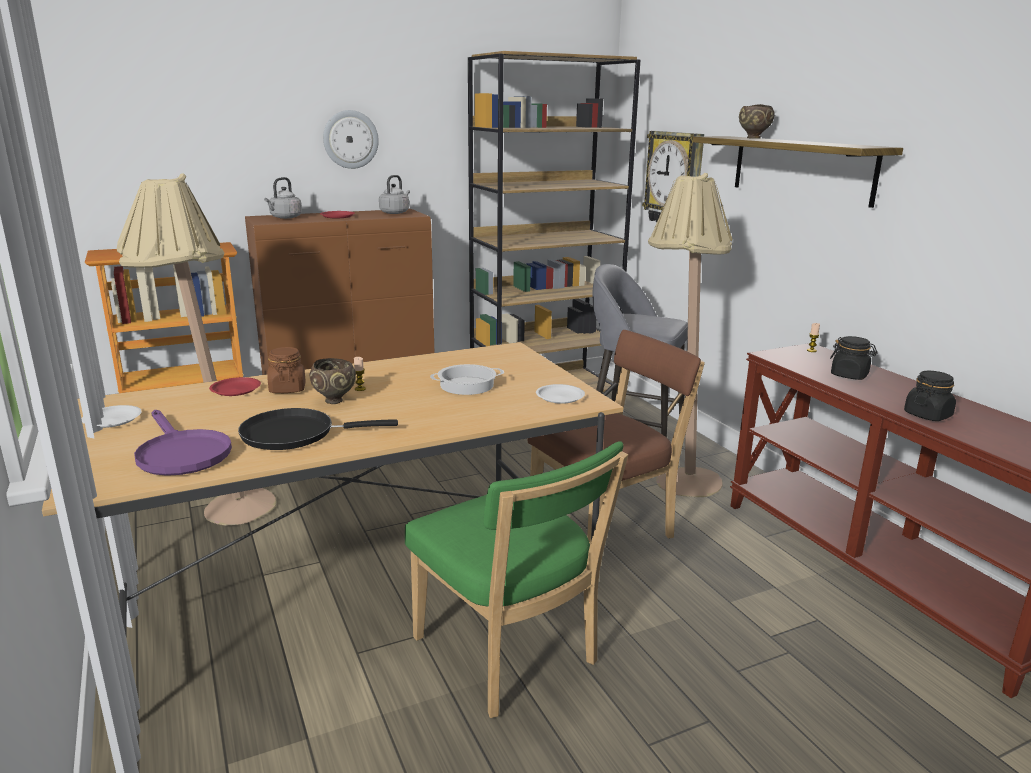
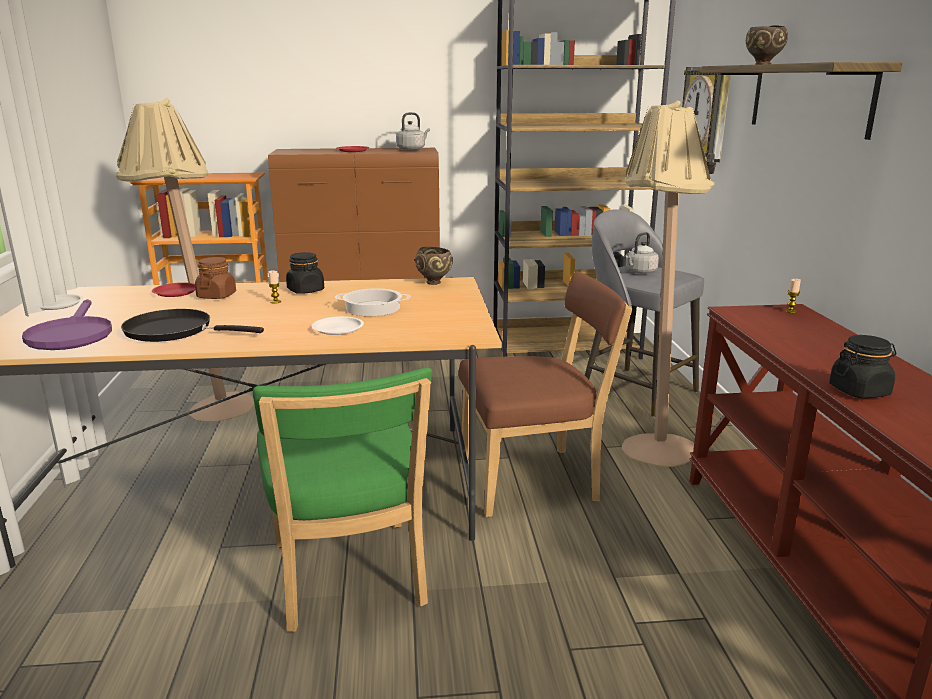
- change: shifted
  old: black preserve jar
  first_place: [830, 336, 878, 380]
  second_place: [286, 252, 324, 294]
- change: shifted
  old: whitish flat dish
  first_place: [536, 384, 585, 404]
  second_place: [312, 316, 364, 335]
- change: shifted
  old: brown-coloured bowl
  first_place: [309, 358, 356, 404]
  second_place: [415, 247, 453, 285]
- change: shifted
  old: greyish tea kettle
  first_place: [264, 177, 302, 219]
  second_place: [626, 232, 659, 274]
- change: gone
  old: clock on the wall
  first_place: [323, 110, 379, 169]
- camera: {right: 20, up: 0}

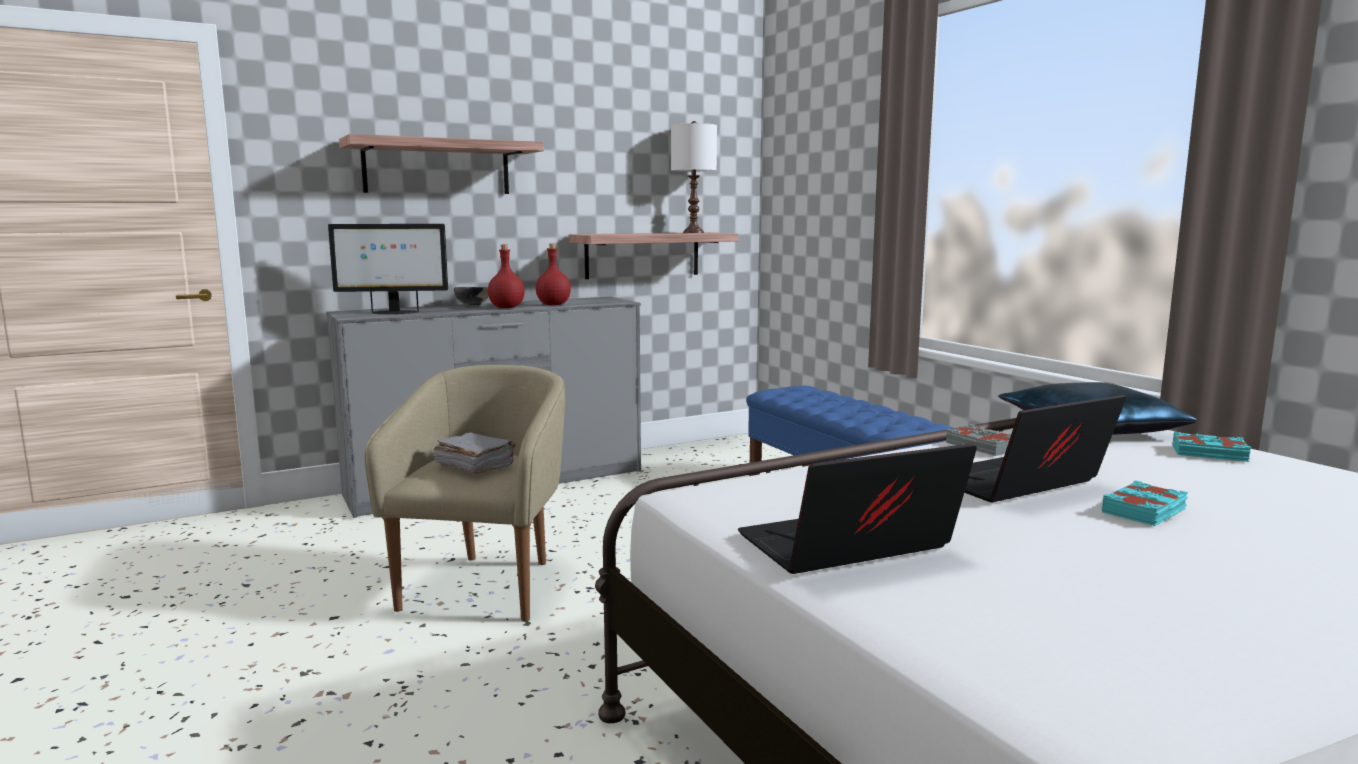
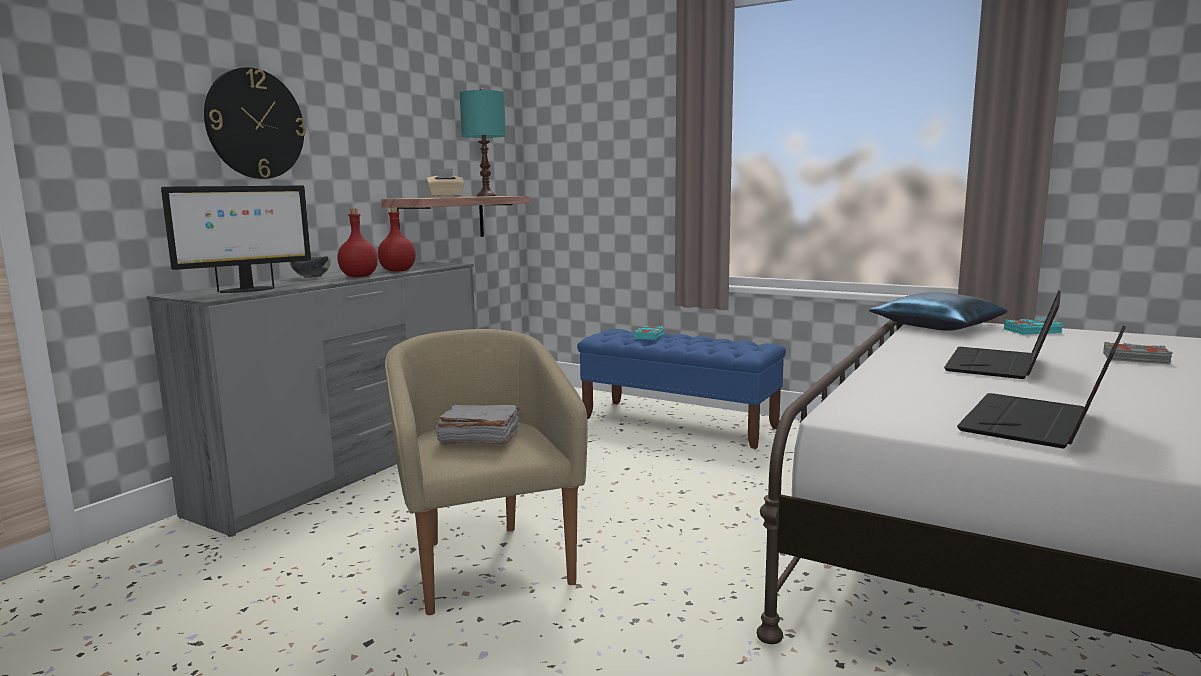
- change: swapped
  old: shelf
  new: clock on the wall
  first_place: [339, 134, 544, 194]
  second_place: [204, 67, 306, 179]
- change: new
  new: beige-coloured tissue box
  second_place: [426, 168, 465, 198]
- change: repainted
  old: whitish tabletop lamp
  new: turquoise-coloured tabletop lamp
  first_place: [671, 121, 717, 233]
  second_place: [460, 89, 506, 196]
- change: shifted
  old: turquoise-coloured book
  first_place: [1101, 480, 1188, 526]
  second_place: [634, 325, 664, 340]
- change: shifted
  old: greyish book
  first_place: [946, 424, 1011, 456]
  second_place: [1103, 342, 1173, 364]
- camera: {right: -30, up: 0}

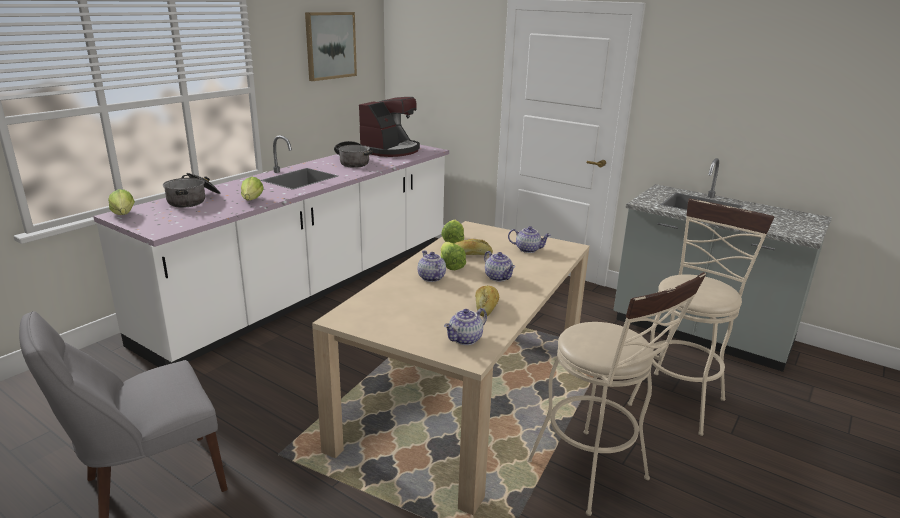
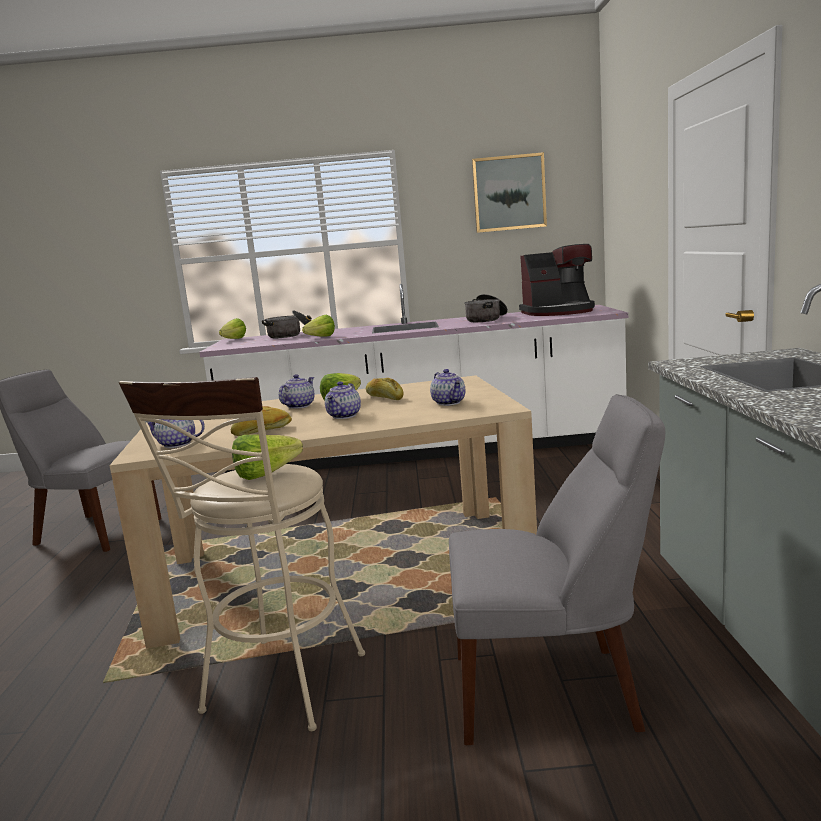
- change: shifted
  old: head of lettuce
  first_place: [441, 220, 464, 244]
  second_place: [232, 434, 303, 480]
- change: swapped
  old: beige-coloured sitting stool
  new: greyish chair
  first_place: [627, 198, 775, 436]
  second_place: [449, 394, 665, 745]
- camera: {right: 55, up: -10}

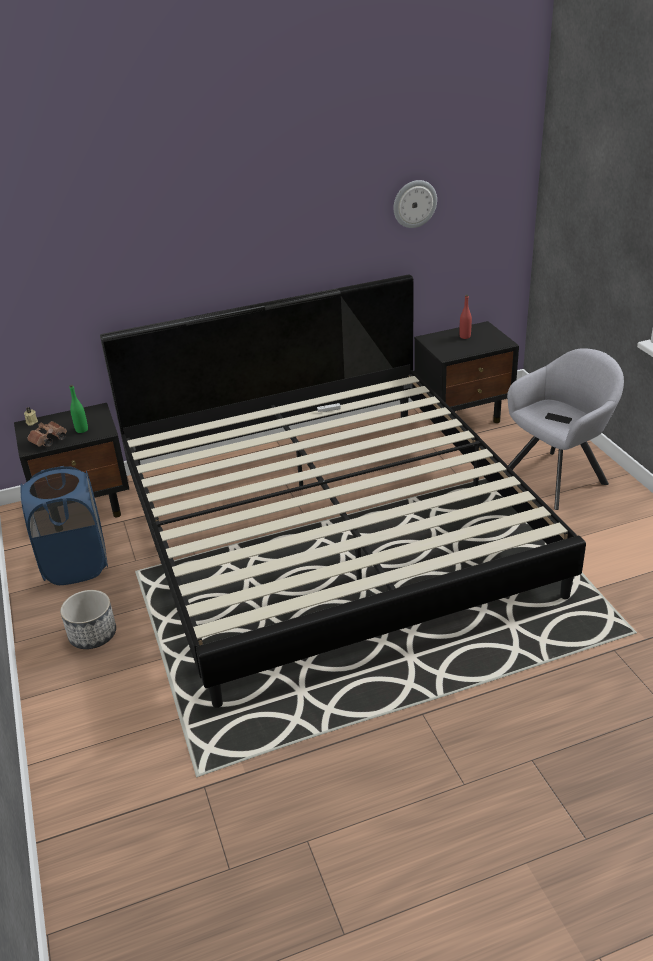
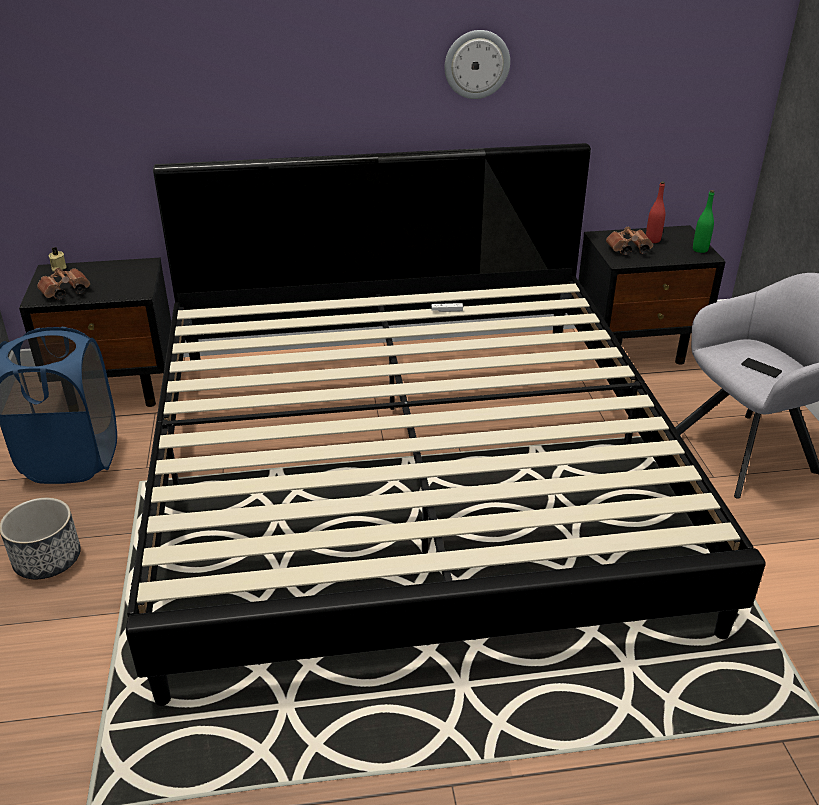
- change: shifted
  old: clock on the wall
  first_place: [394, 180, 437, 228]
  second_place: [444, 30, 510, 99]
- change: new
  new: brown-coloured pair of binoculars
  second_place: [606, 227, 653, 255]
- change: shifted
  old: greenish bottle
  first_place: [70, 385, 88, 433]
  second_place: [693, 190, 714, 253]
- camera: {right: 10, up: 0}

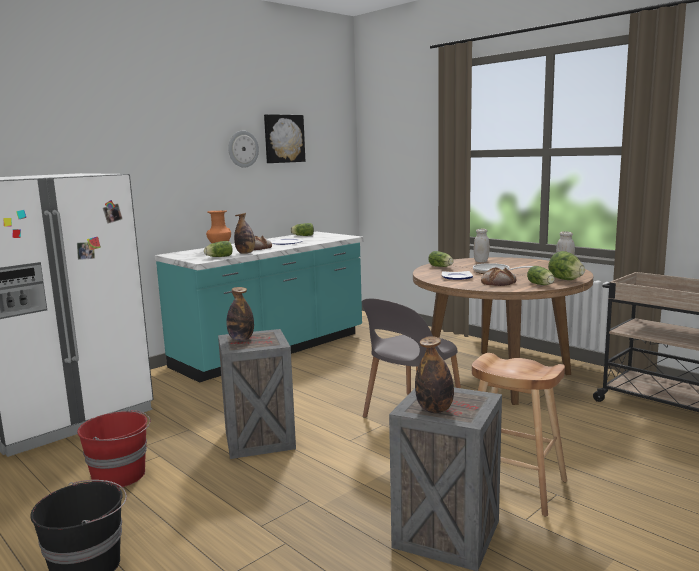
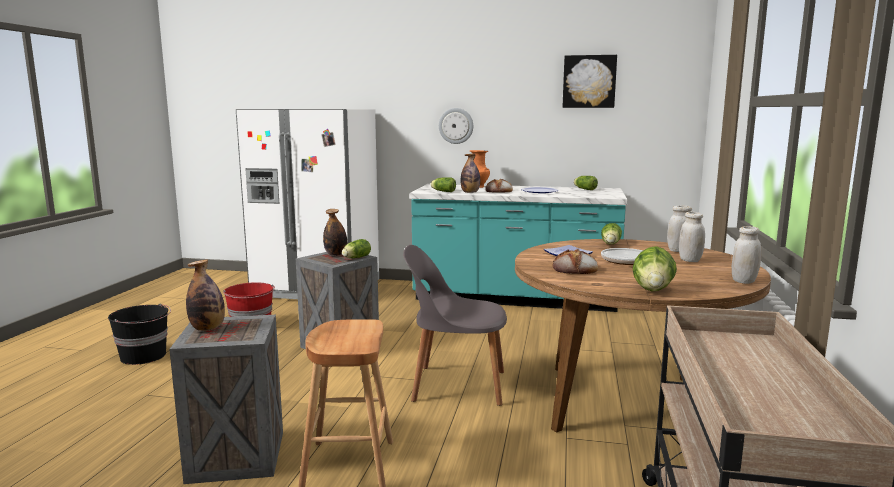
- change: shifted
  old: head of lettuce
  first_place: [527, 266, 555, 285]
  second_place: [342, 239, 371, 258]
- change: shifted
  old: clock on the wall
  first_place: [228, 131, 259, 168]
  second_place: [439, 108, 473, 144]
- change: new
  new: whitish preserve jar
  second_place: [679, 212, 705, 262]
- camera: {right: 55, up: 0}

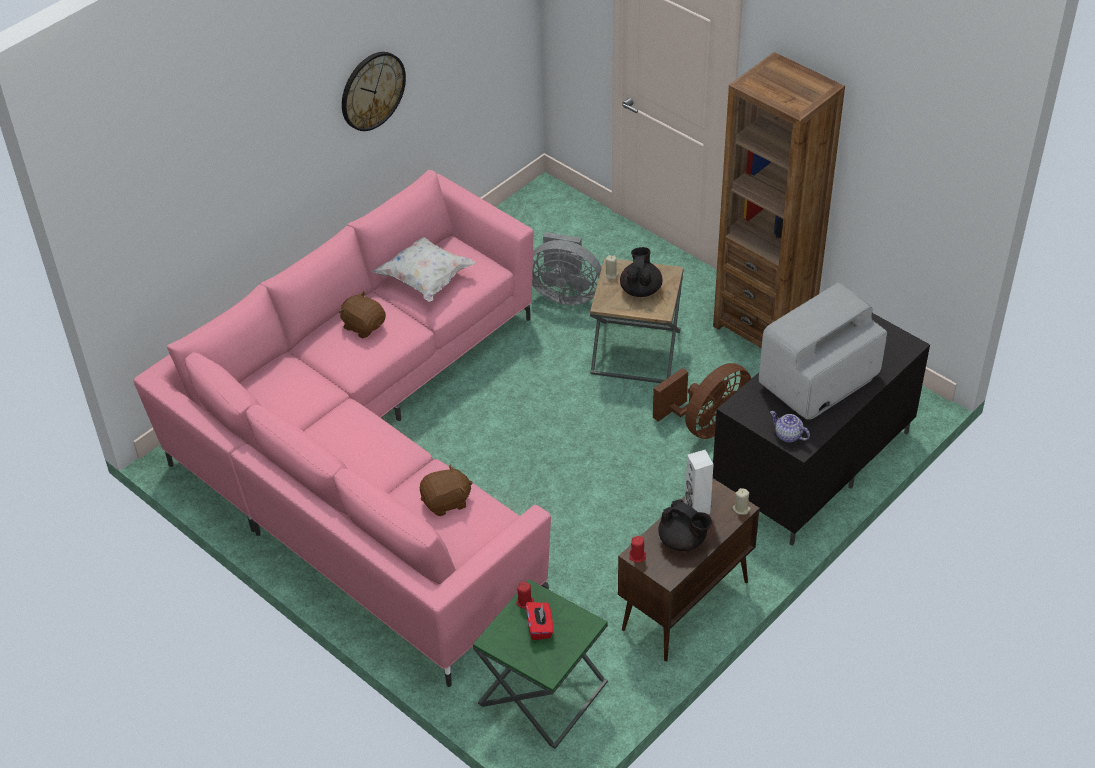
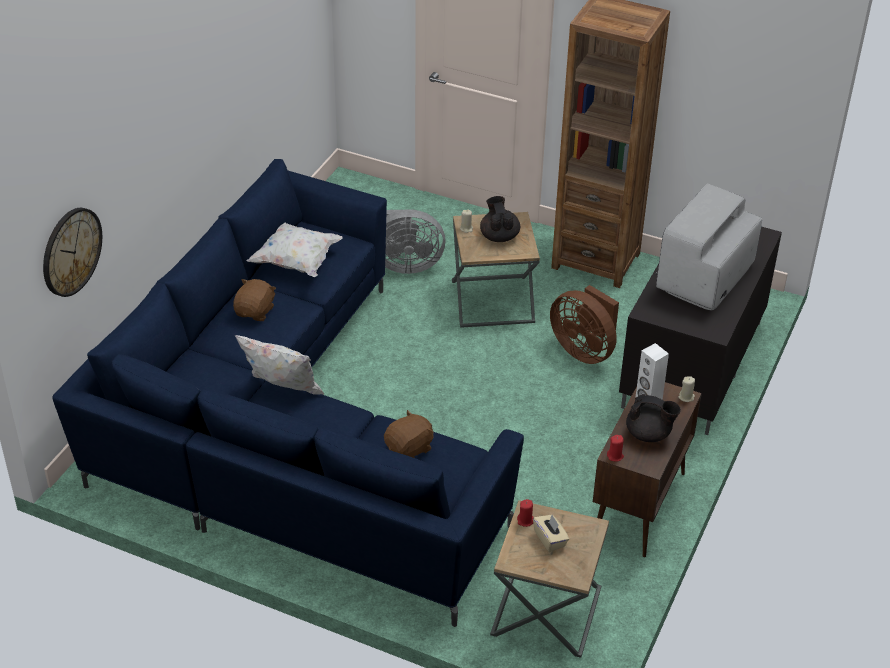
- change: shifted
  old: clock on the wall
  first_place: [342, 52, 406, 131]
  second_place: [43, 208, 102, 297]
- change: repainted
  old: pink settee
  new: blue settee
  first_place: [134, 170, 551, 687]
  second_place: [52, 159, 524, 627]
- change: rotated
  old: brown-coloured soft toy
  first_place: [339, 291, 386, 339]
  second_place: [233, 279, 276, 321]
  degrees: 90
- change: new
  new: whitish throw pillow
  second_place: [235, 335, 324, 395]
- change: repainted
  old: greenish accent table
  new: brown-coloured accent table
  first_place: [473, 579, 608, 749]
  second_place: [490, 500, 609, 658]
- change: repainted
  old: red tissue box
  new: beige-coloured tissue box
  first_place: [526, 602, 553, 640]
  second_place: [533, 514, 569, 552]
- change: rotated
  old: brown-coloured cooling fan
  first_place: [653, 363, 751, 439]
  second_place: [550, 285, 619, 364]
  degrees: 105
- change: gone
  old: tea pot
  first_place: [770, 411, 810, 443]
- camera: {right: -20, up: -5}

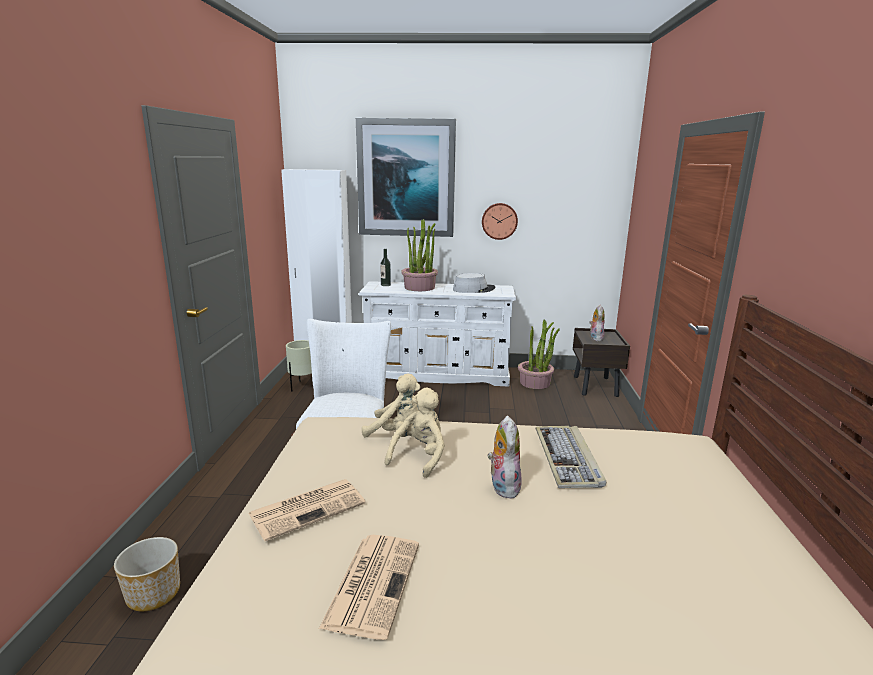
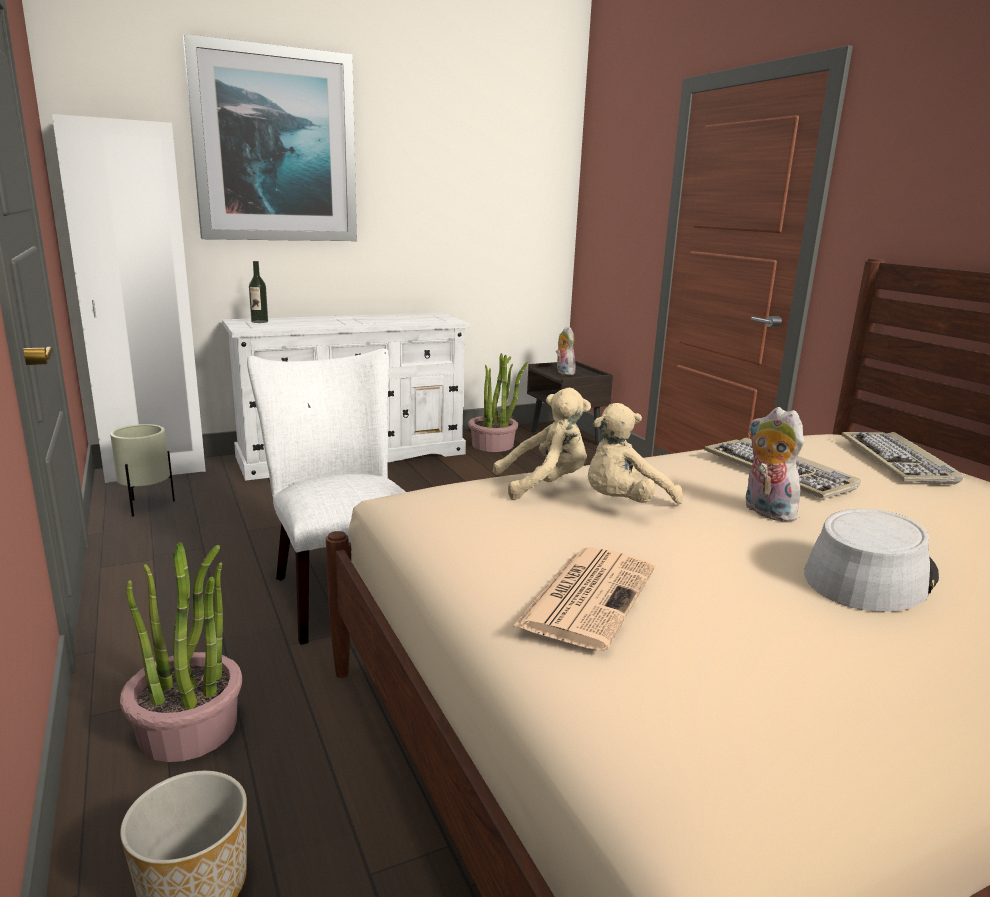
- change: shifted
  old: potted plant
  first_place: [401, 219, 438, 291]
  second_place: [120, 542, 242, 762]
- change: rotated
  old: beige-coloured soft toy
  first_place: [385, 387, 445, 478]
  second_place: [588, 403, 683, 505]
  degrees: -120
- change: shifted
  old: greyish wearable hat
  first_place: [453, 273, 495, 293]
  second_place: [804, 509, 939, 612]
- change: new
  new: PC keyboard
  second_place: [841, 432, 963, 485]
- change: gone
  old: daily paper
  first_place: [319, 535, 419, 640]
- change: gone
  old: clock on the wall
  first_place: [482, 203, 518, 240]
- camera: {right: -30, up: 0}

